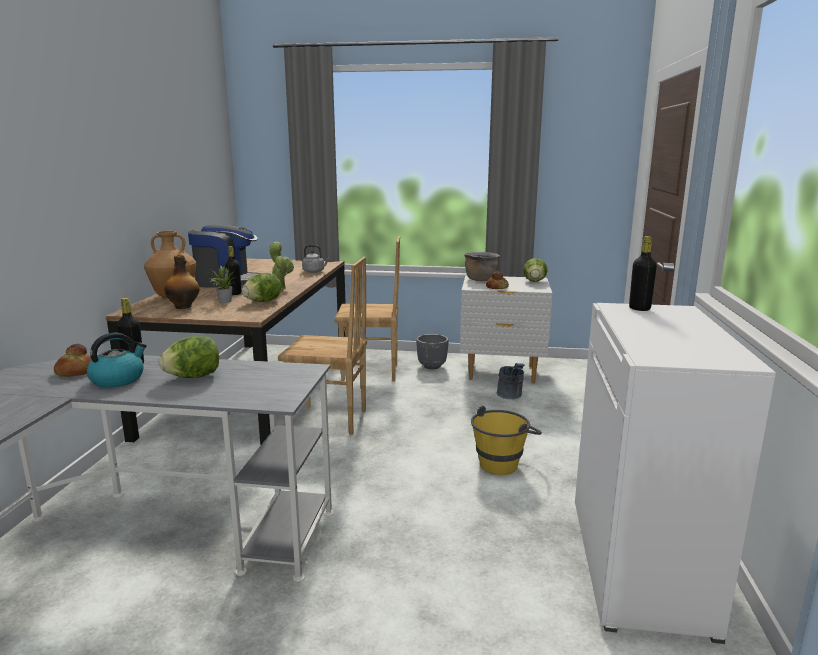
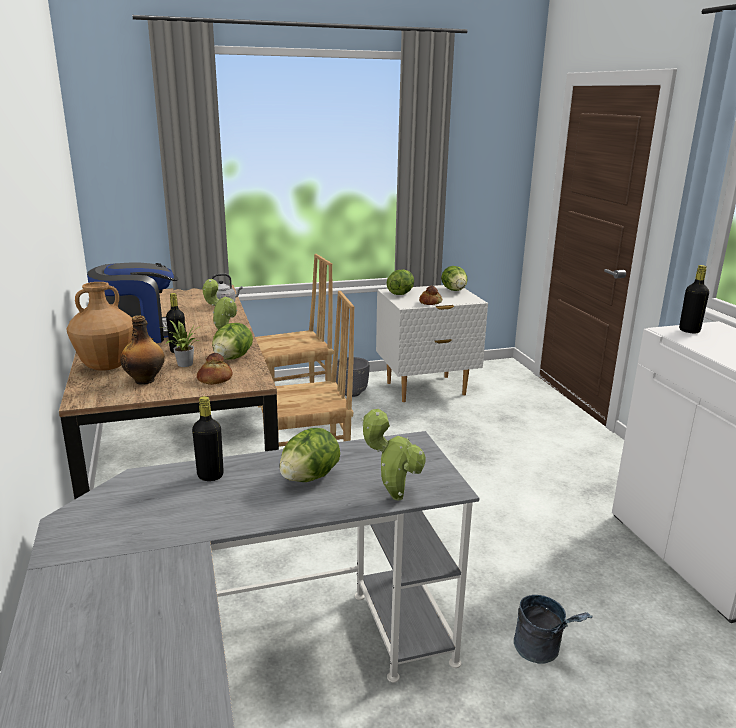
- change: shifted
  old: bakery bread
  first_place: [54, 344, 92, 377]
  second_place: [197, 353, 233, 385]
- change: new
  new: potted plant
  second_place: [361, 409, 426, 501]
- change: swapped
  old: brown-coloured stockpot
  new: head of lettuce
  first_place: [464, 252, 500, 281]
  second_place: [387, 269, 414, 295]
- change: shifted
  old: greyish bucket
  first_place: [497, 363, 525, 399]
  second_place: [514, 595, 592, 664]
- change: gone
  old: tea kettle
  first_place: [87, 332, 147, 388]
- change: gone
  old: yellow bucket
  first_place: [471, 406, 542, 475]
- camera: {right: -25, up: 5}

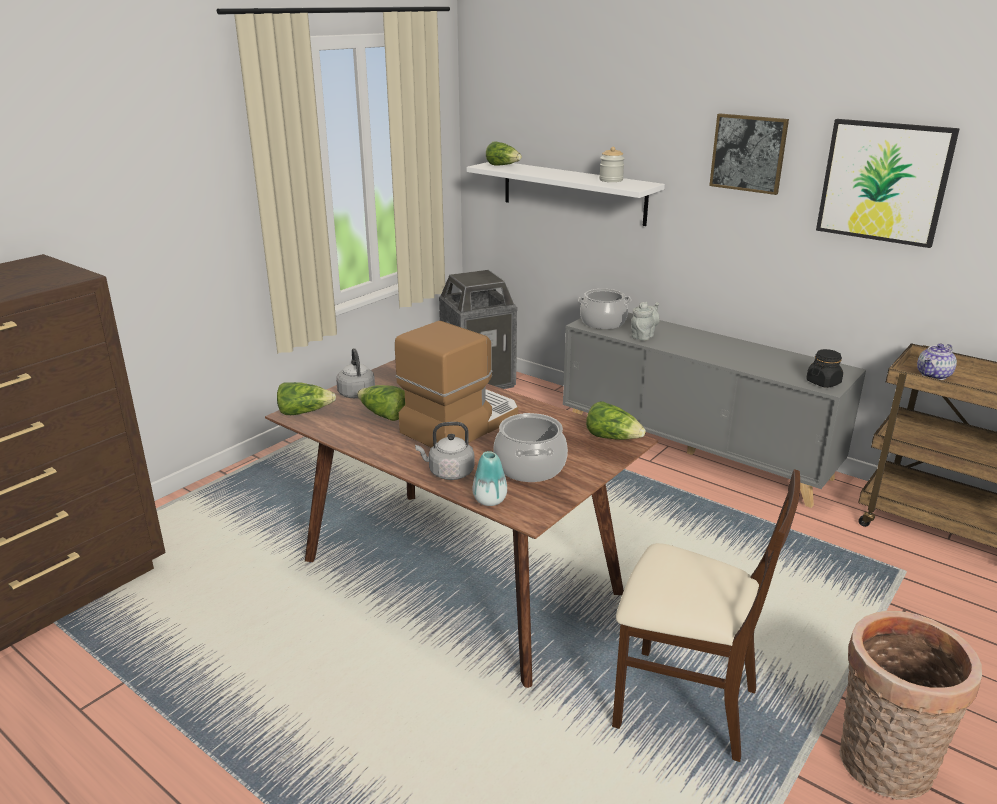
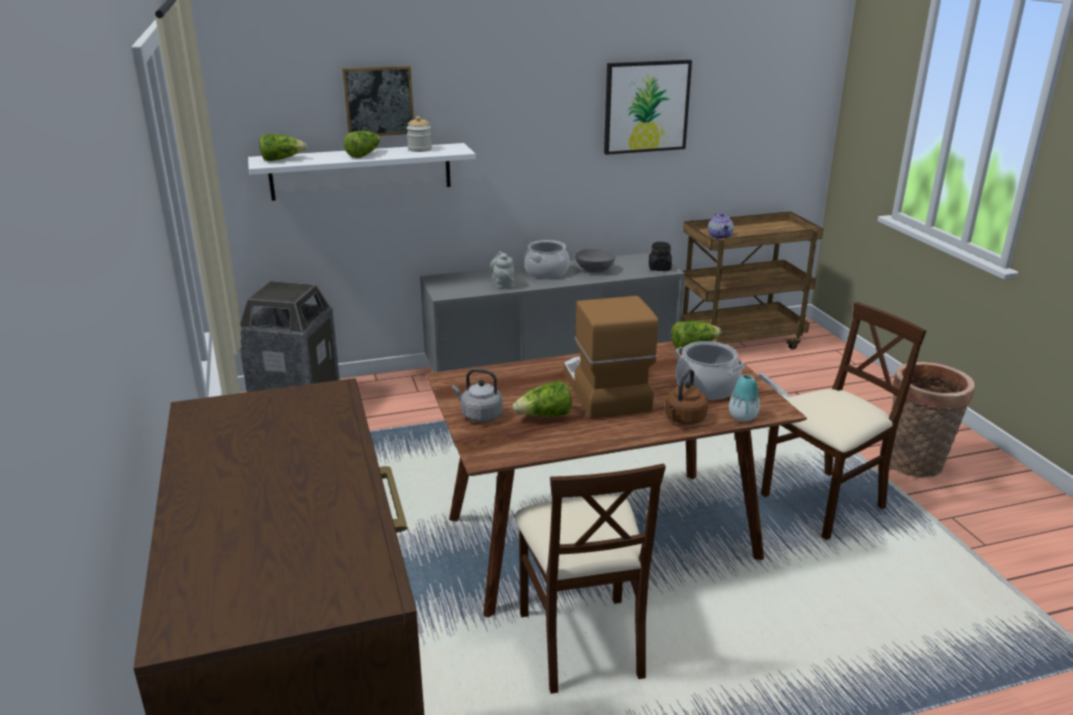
- change: shifted
  old: wall picture
  first_place: [709, 113, 789, 195]
  second_place: [343, 66, 414, 136]
- change: shifted
  old: head of lettuce
  first_place: [277, 382, 336, 415]
  second_place: [343, 131, 381, 158]
- change: new
  new: beige-coloured chair
  second_place: [515, 463, 666, 694]
- change: shifted
  old: stockpot
  first_place: [578, 289, 631, 329]
  second_place: [524, 240, 569, 279]
- change: new
  new: greyish bowl
  second_place: [575, 248, 615, 273]
- change: repainted
  old: greyish tea kettle
  new: brown-coloured tea kettle
  first_place: [415, 422, 475, 480]
  second_place: [665, 369, 708, 424]
- camera: {right: -55, up: 0}

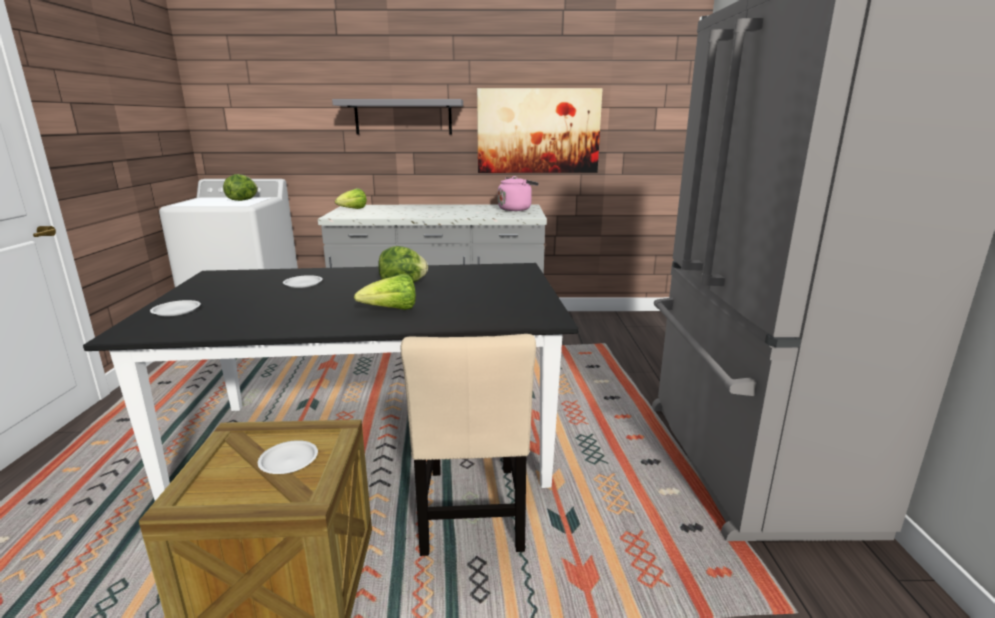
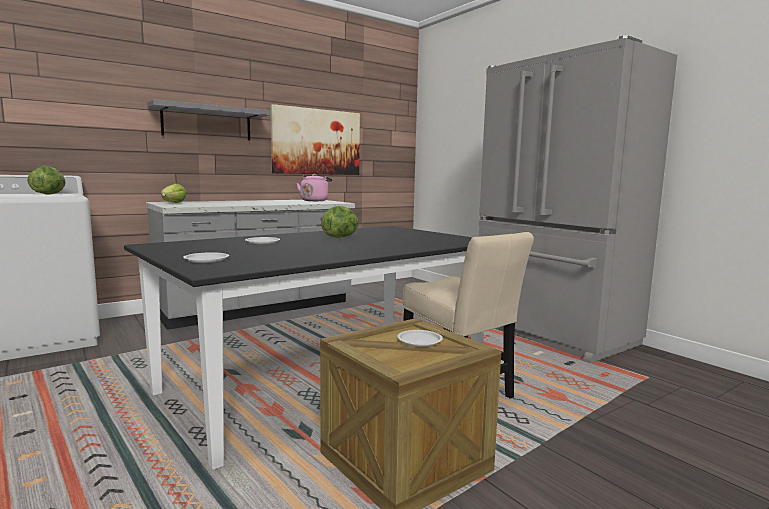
- change: gone
  old: head of lettuce
  first_place: [354, 274, 416, 310]
- camera: {right: -35, up: -10}

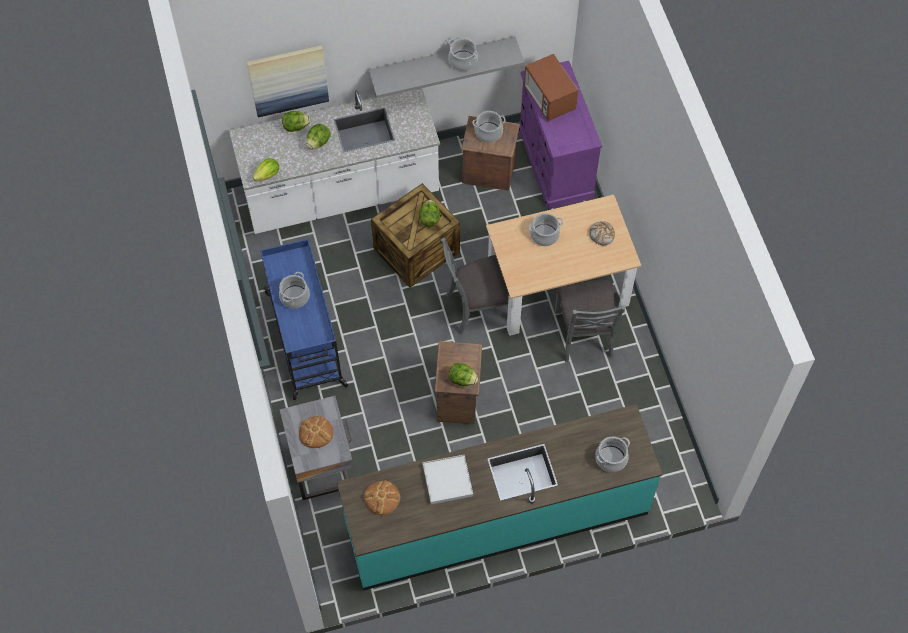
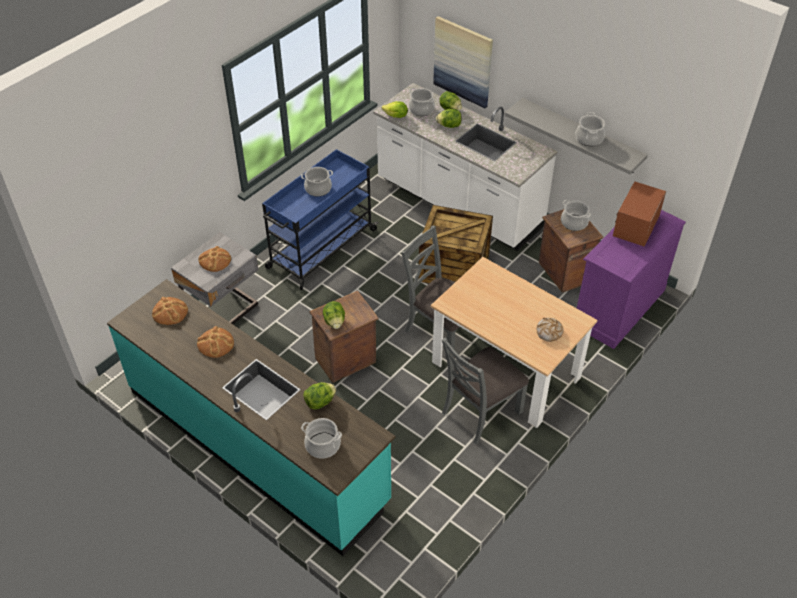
- change: swapped
  old: whitish carrying tray
  new: bakery bread
  first_place: [422, 455, 473, 504]
  second_place: [197, 326, 234, 358]
- change: shifted
  old: head of lettuce
  first_place: [419, 200, 440, 227]
  second_place: [303, 382, 336, 409]
- change: shifted
  old: stockpot
  first_place: [529, 213, 563, 246]
  second_place: [409, 88, 435, 116]
- camera: {right: 55, up: -15}

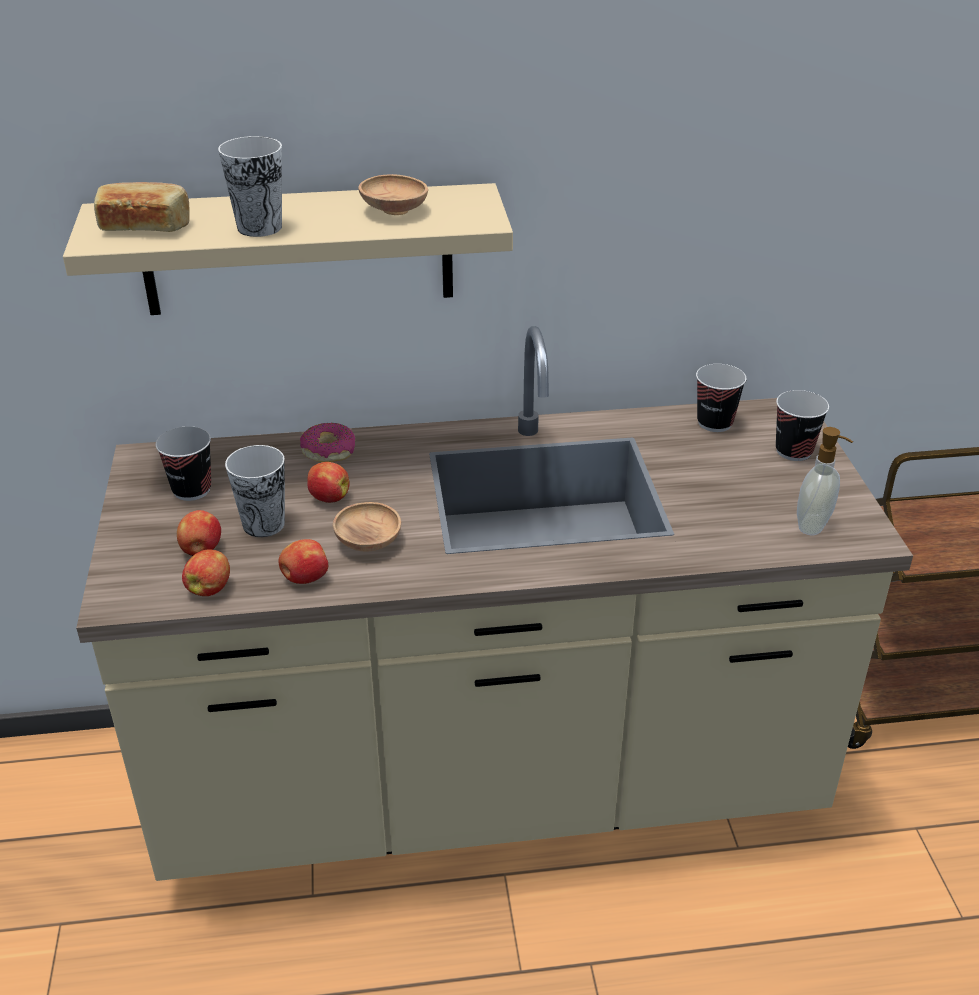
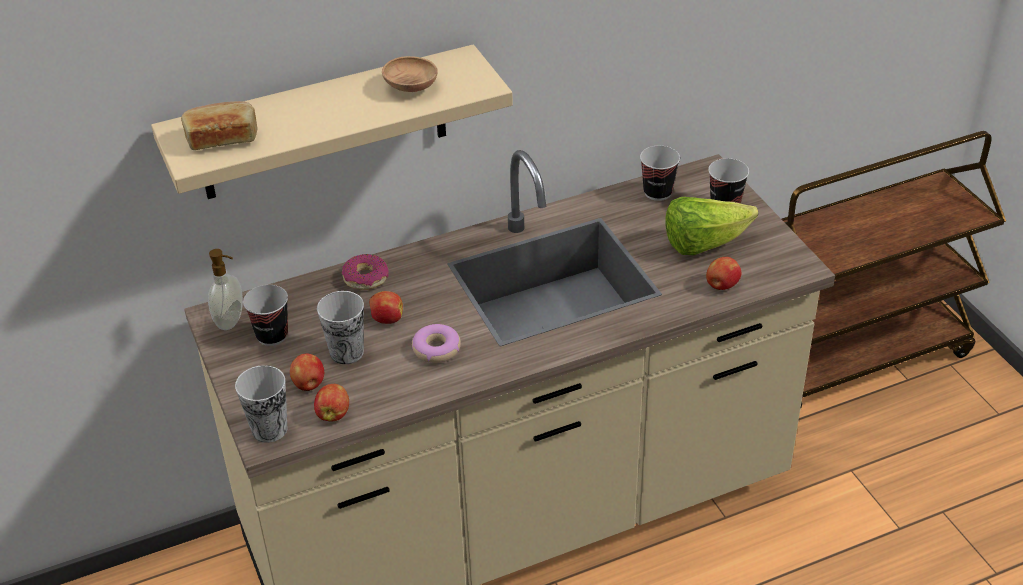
- change: shifted
  old: soap bottle
  first_place: [797, 427, 853, 535]
  second_place: [208, 249, 243, 330]
- change: shifted
  old: cup
  first_place: [218, 136, 282, 237]
  second_place: [235, 365, 287, 443]
- change: swapped
  old: brown-coloured bowl
  new: ring doughnut
  first_place: [333, 502, 401, 551]
  second_place: [412, 324, 461, 363]
- change: new
  new: head of lettuce
  second_place: [665, 197, 758, 255]
- change: shifted
  old: whole apple
  first_place: [279, 539, 328, 584]
  second_place: [706, 257, 741, 290]
- camera: {right: -15, up: 5}

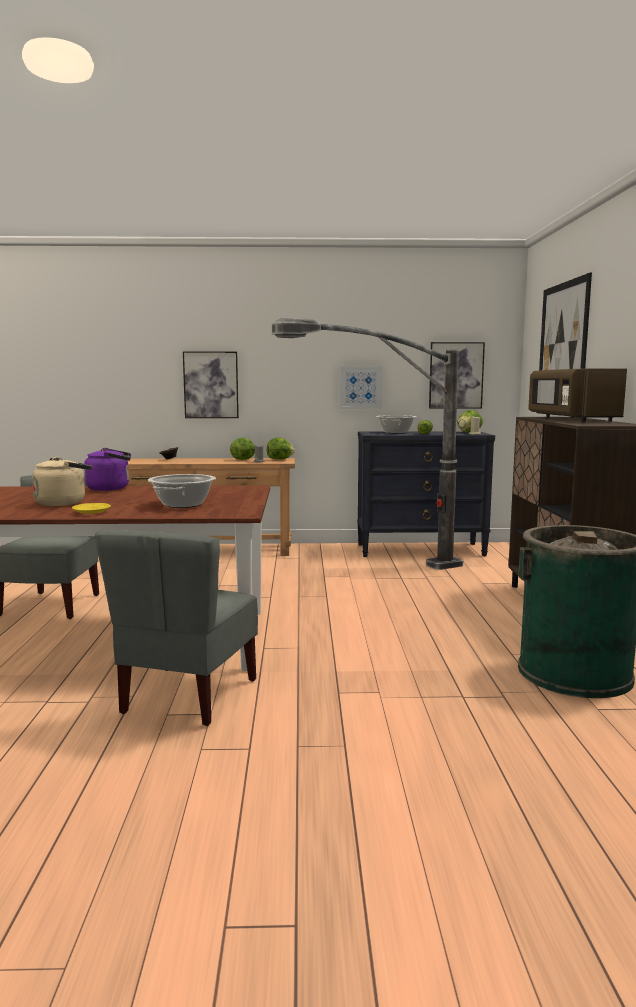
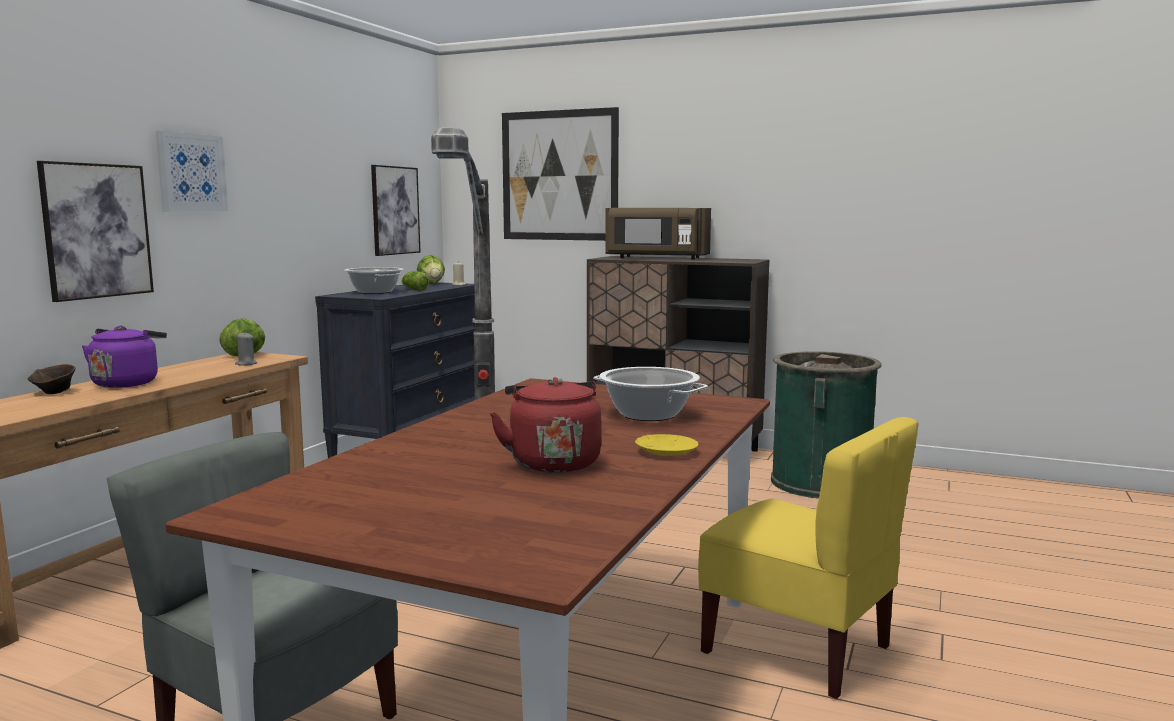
- change: shifted
  old: purple-coloured tea kettle
  first_place: [84, 448, 131, 491]
  second_place: [82, 326, 167, 388]
- change: shifted
  old: wall picture
  first_place: [340, 366, 382, 409]
  second_place: [156, 131, 228, 212]
- change: repainted
  old: beige-coloured tea kettle
  new: red tea kettle
  first_place: [32, 457, 92, 506]
  second_place: [490, 377, 601, 473]
- change: repainted
  old: greyish chair
  new: yellow chair
  first_place: [95, 530, 258, 726]
  second_place: [698, 417, 919, 699]
- change: gone
  old: head of lettuce
  first_place: [230, 437, 255, 460]
- camera: {right: -65, up: 0}

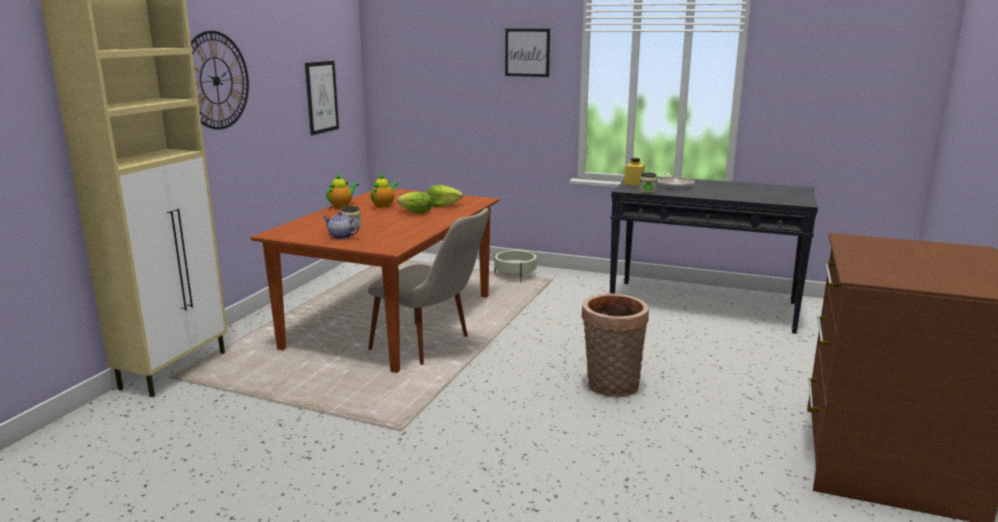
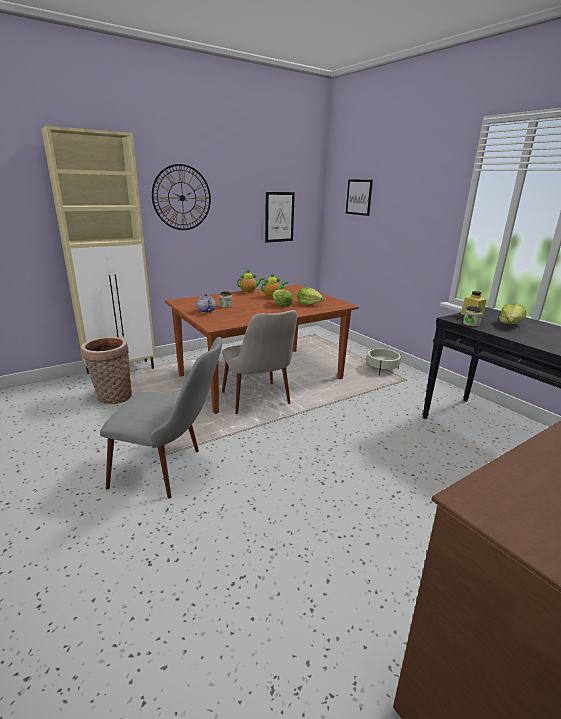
- change: shifted
  old: basket
  first_place: [582, 293, 649, 398]
  second_place: [81, 337, 132, 404]
- change: new
  new: greyish chair
  second_place: [100, 337, 222, 499]
- change: shifted
  old: wall picture
  first_place: [505, 29, 550, 77]
  second_place: [346, 179, 373, 216]
- change: swapped
  old: pan
  new: head of lettuce
  first_place: [657, 173, 694, 189]
  second_place: [499, 303, 526, 324]
- camera: {right: 35, up: 5}

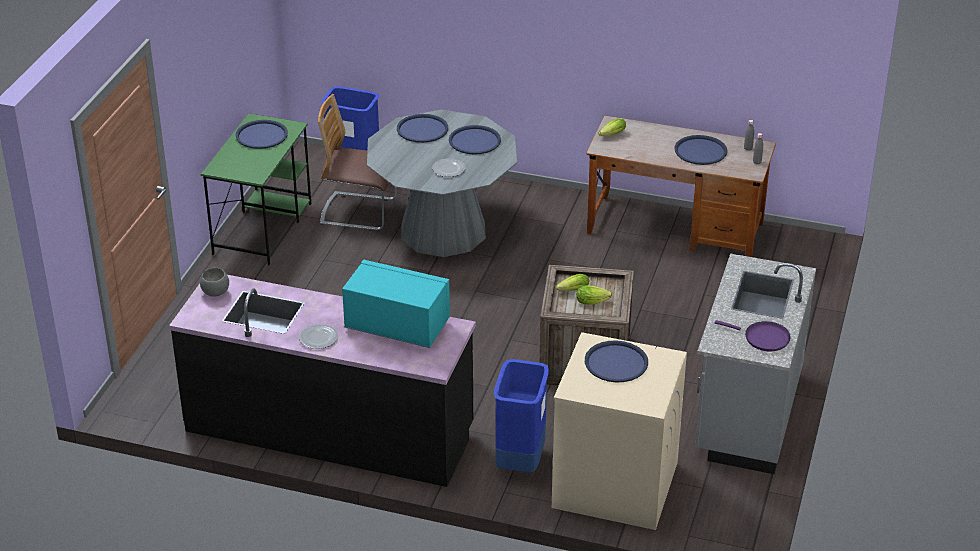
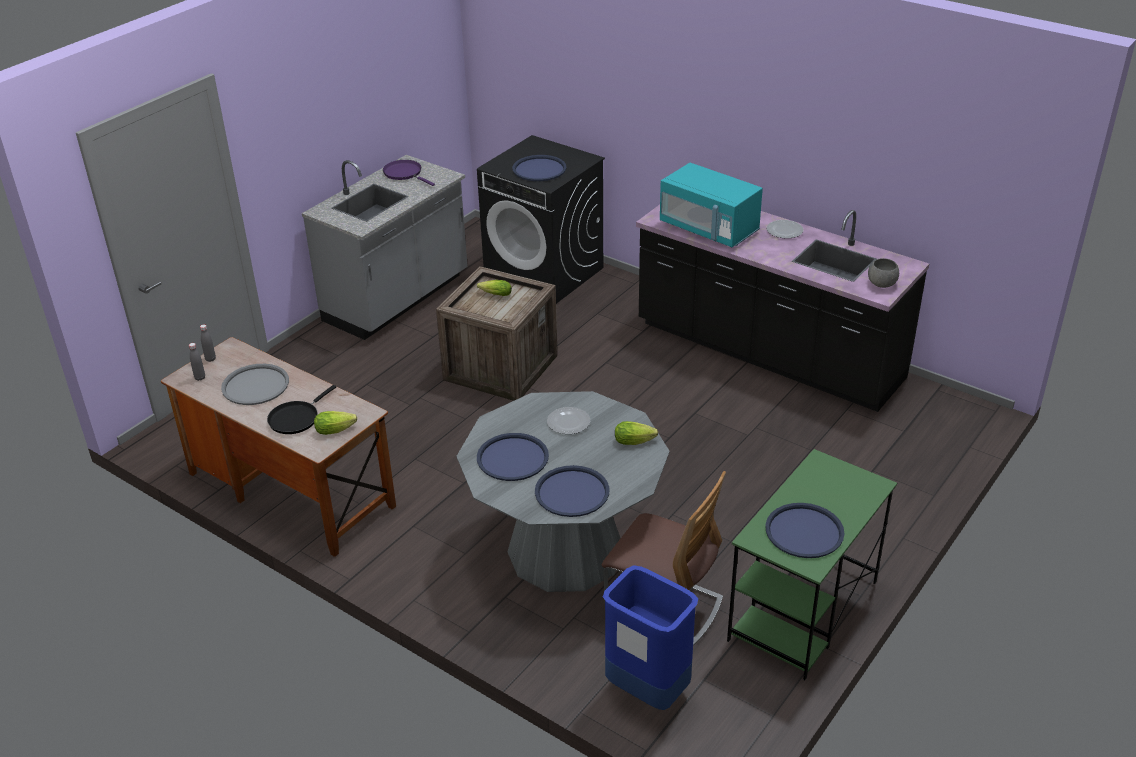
- change: repainted
  old: blue carrying tray
  new: greyish carrying tray
  first_place: [674, 135, 727, 165]
  second_place: [221, 364, 289, 405]
- change: new
  new: black pan
  second_place: [267, 385, 336, 434]
- change: repainted
  old: beige-coloured laundry machine
  new: black laundry machine
  first_place: [552, 332, 687, 530]
  second_place: [477, 135, 605, 304]
- change: shifted
  old: head of lettuce
  first_place: [556, 274, 589, 291]
  second_place: [615, 421, 658, 445]
- change: gone
  old: blue trash can
  first_place: [494, 359, 549, 473]
- camera: {right: -160, up: 0}

